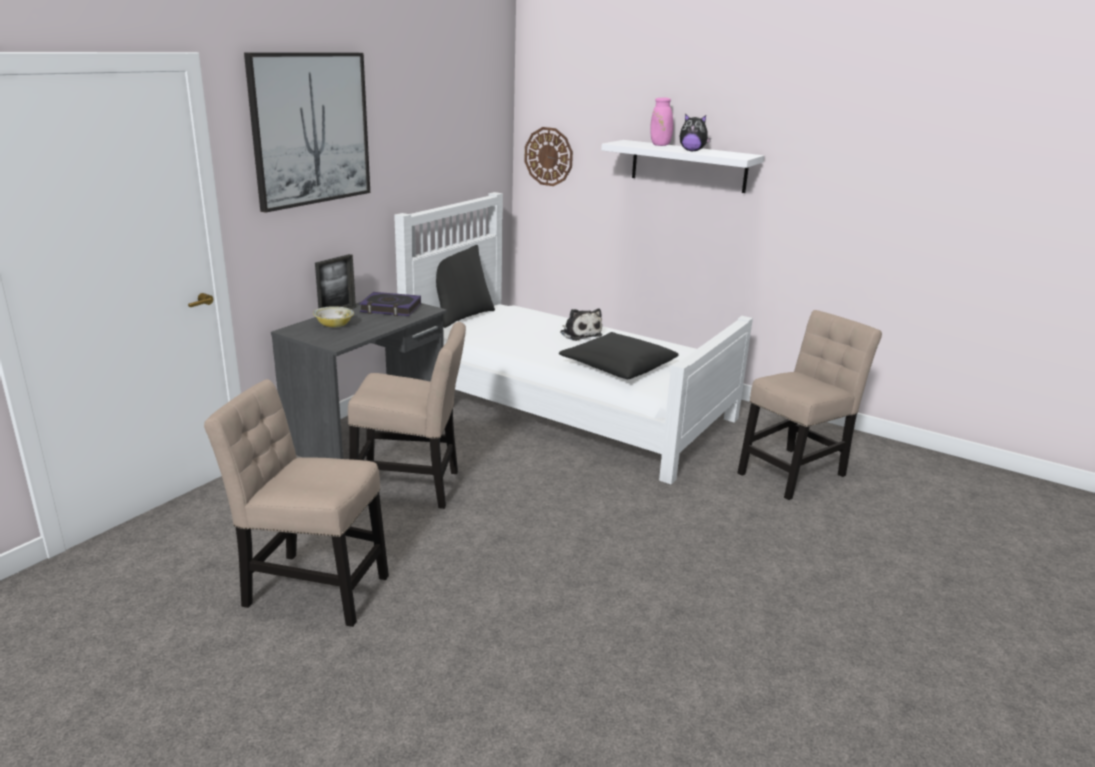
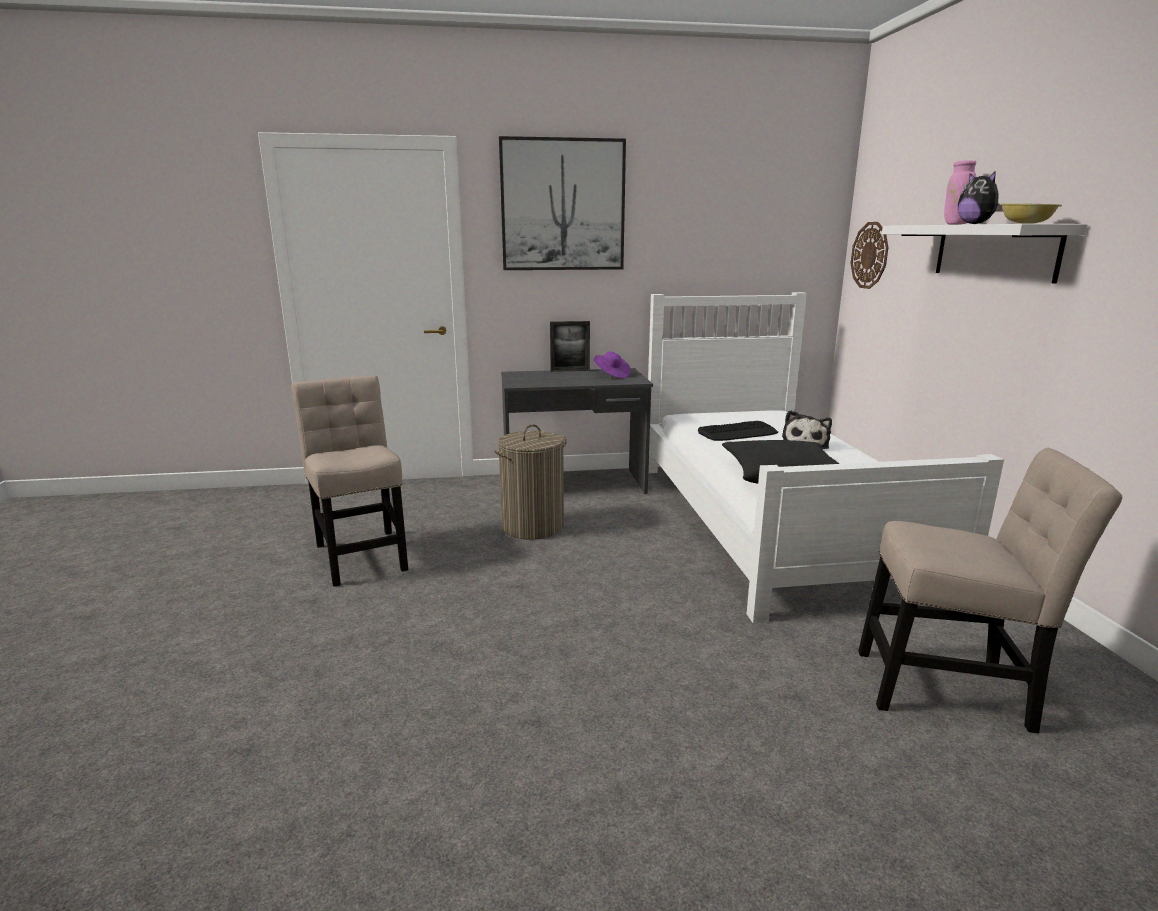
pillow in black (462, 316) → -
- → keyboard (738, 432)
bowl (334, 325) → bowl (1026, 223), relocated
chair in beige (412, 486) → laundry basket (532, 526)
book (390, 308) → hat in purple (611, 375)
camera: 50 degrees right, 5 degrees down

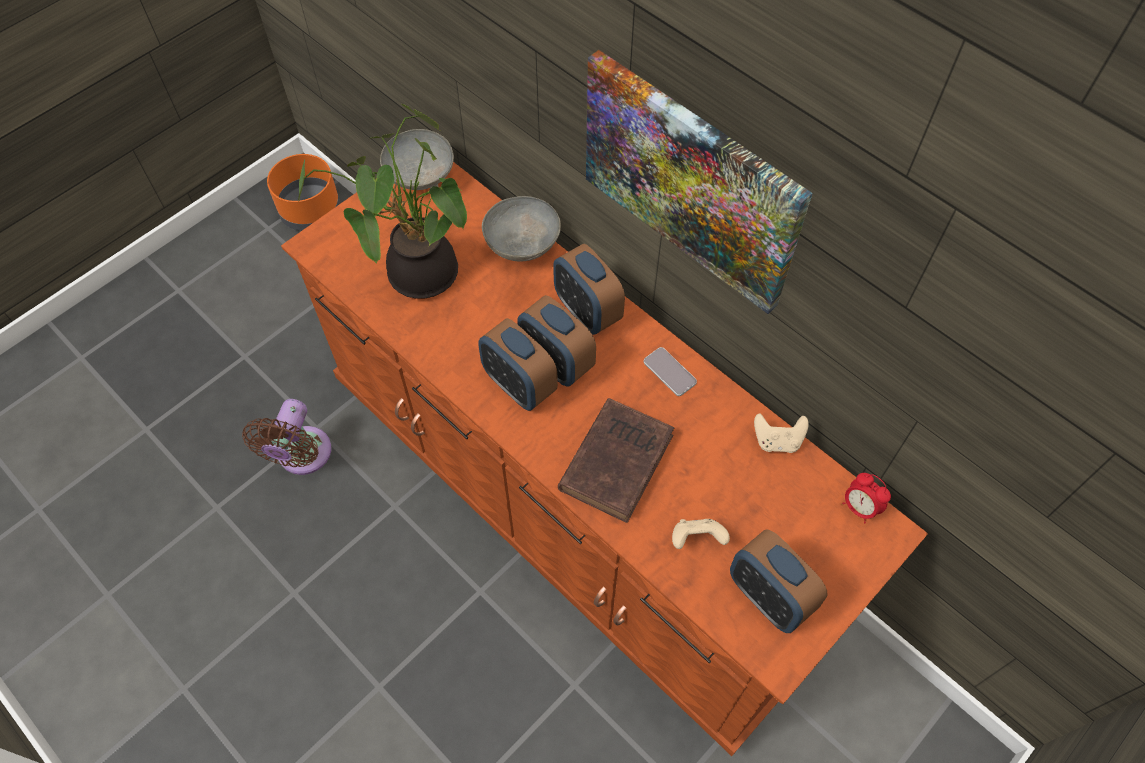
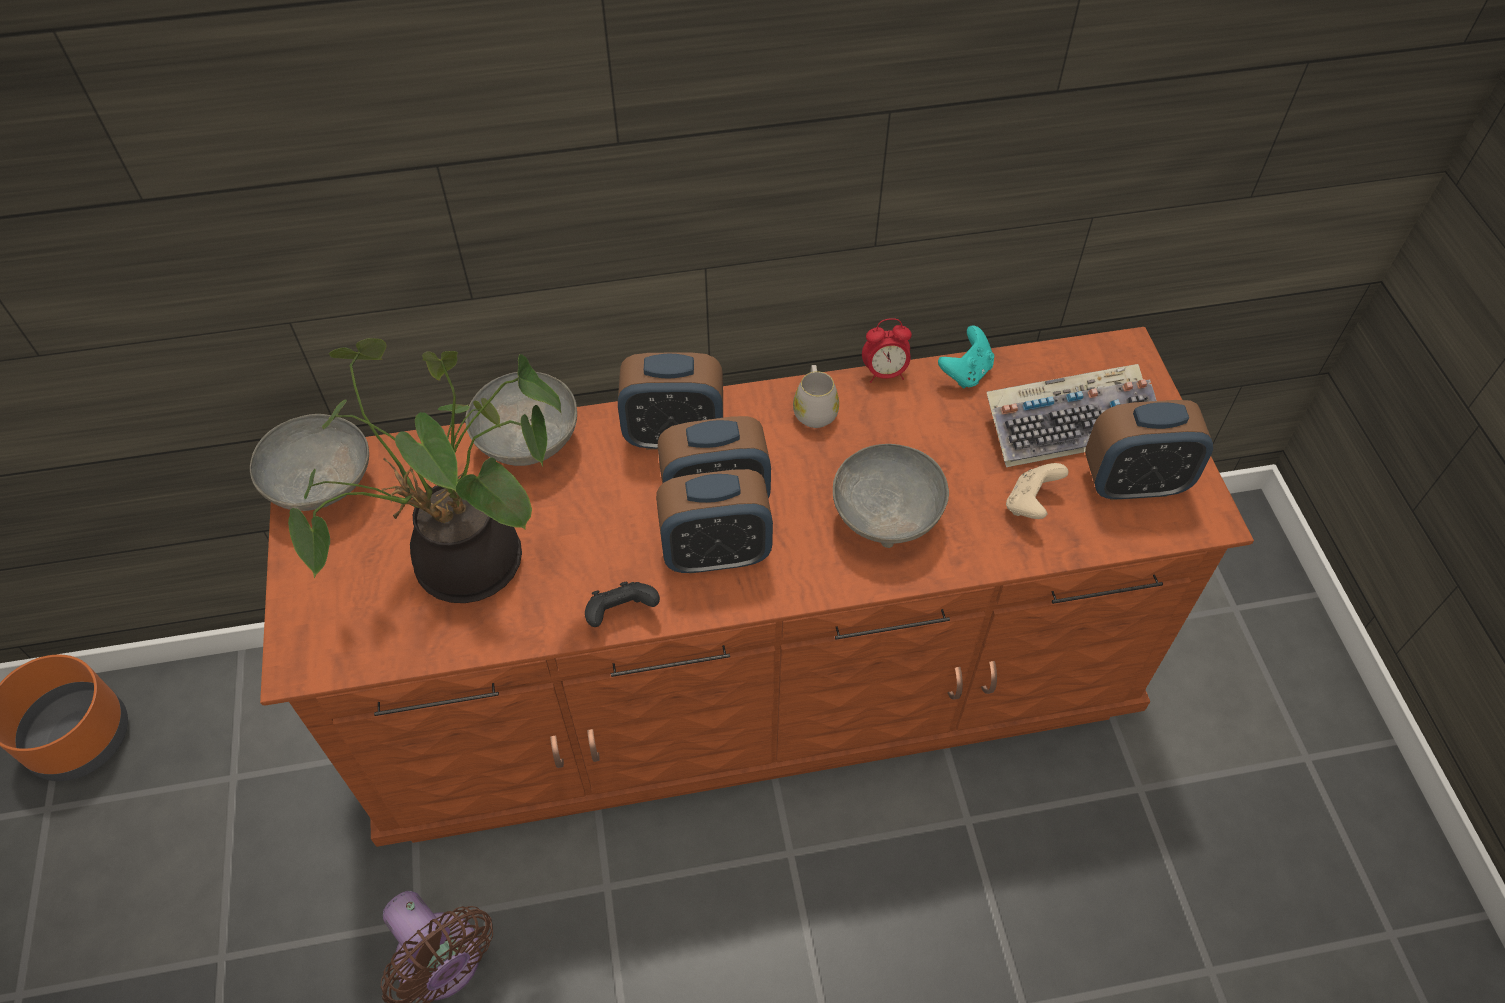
picture (690, 181) → -
- → game controller in black (621, 614)
- → keyboard (1071, 423)
alarm clock (859, 508) → alarm clock (884, 373), relocated
book in brown (618, 460) → bowl in grey (886, 516)
phone (669, 372) → mug in white (814, 409)
game controller in beige (777, 441) → game controller in turquoise (966, 373)
camera: 55 degrees left, 5 degrees down

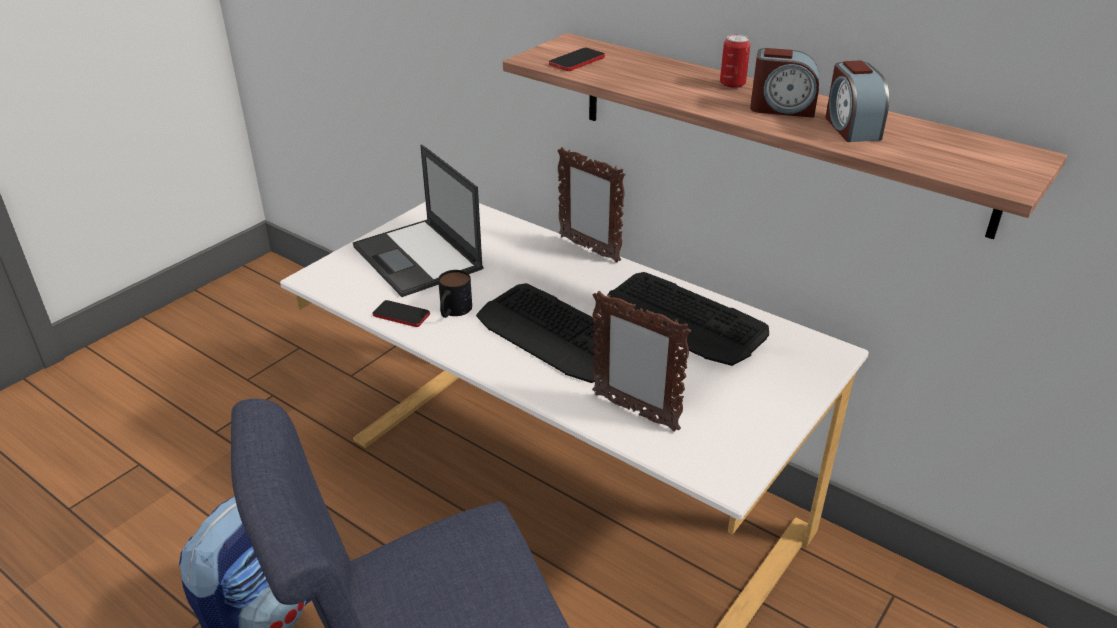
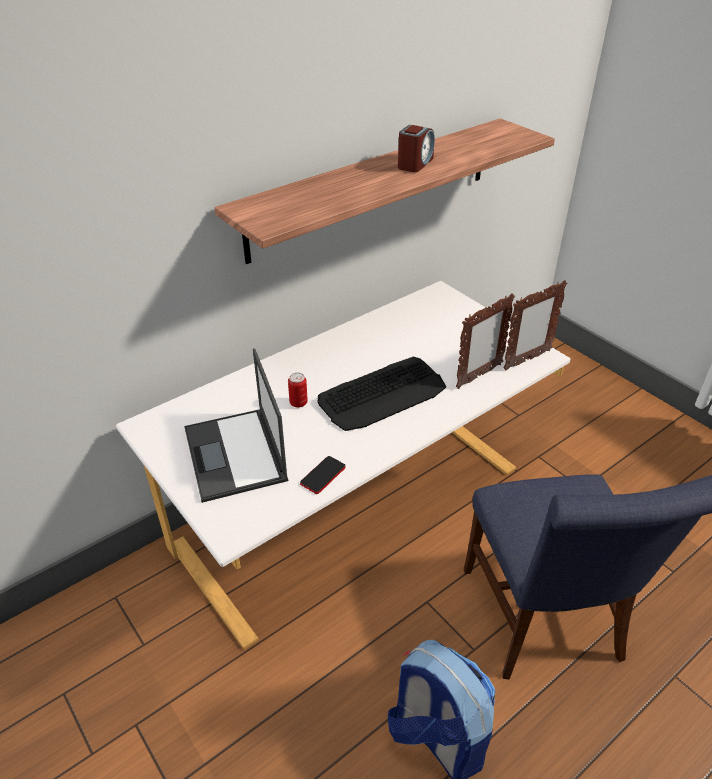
mug (453, 311) → -
phone (577, 61) → -
keyboard (683, 320) → -
alarm clock (851, 127) → -
picture frame (589, 249) → picture frame (527, 360), relocated
can (732, 84) → can (298, 403), relocated
laptop (418, 258) → laptop (235, 455), 90 degrees clockwise
camera: 75 degrees left, 5 degrees up

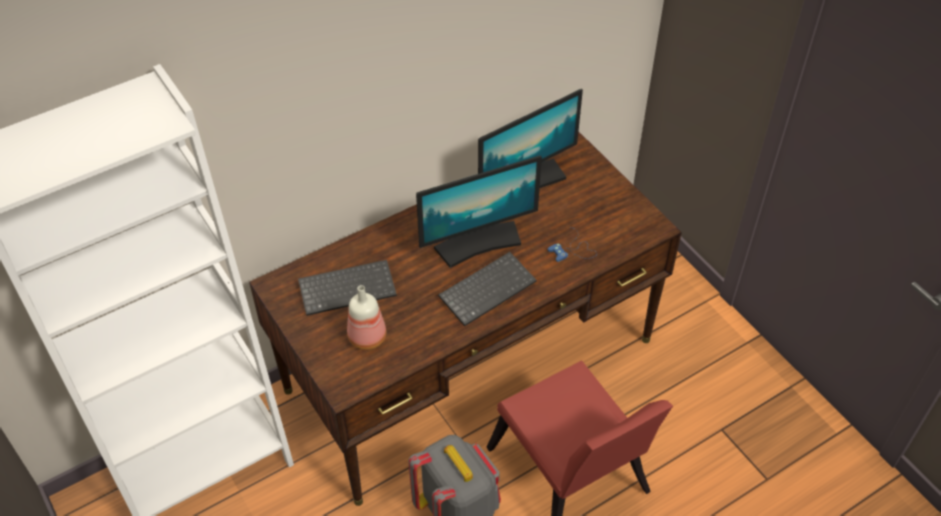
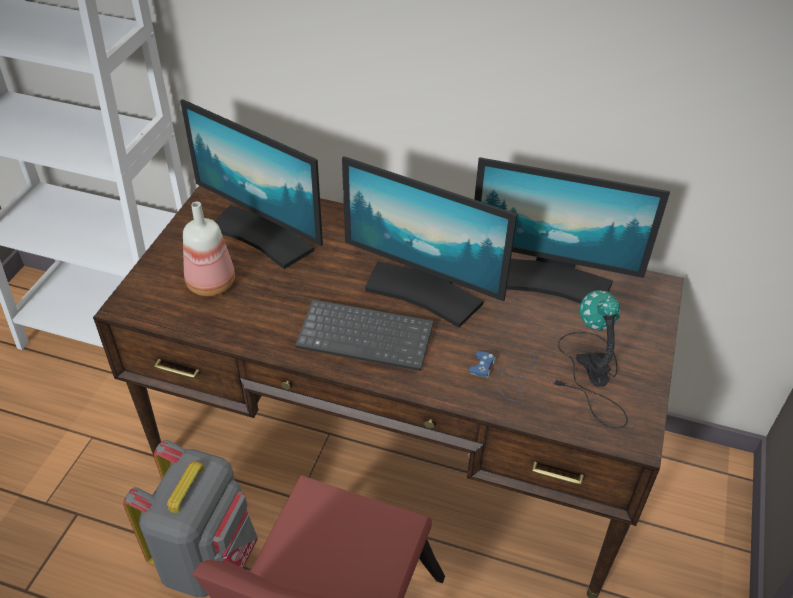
- → table lamp (591, 374)
keyboard (348, 287) → monitor (263, 236)
camera: 50 degrees right, 5 degrees down

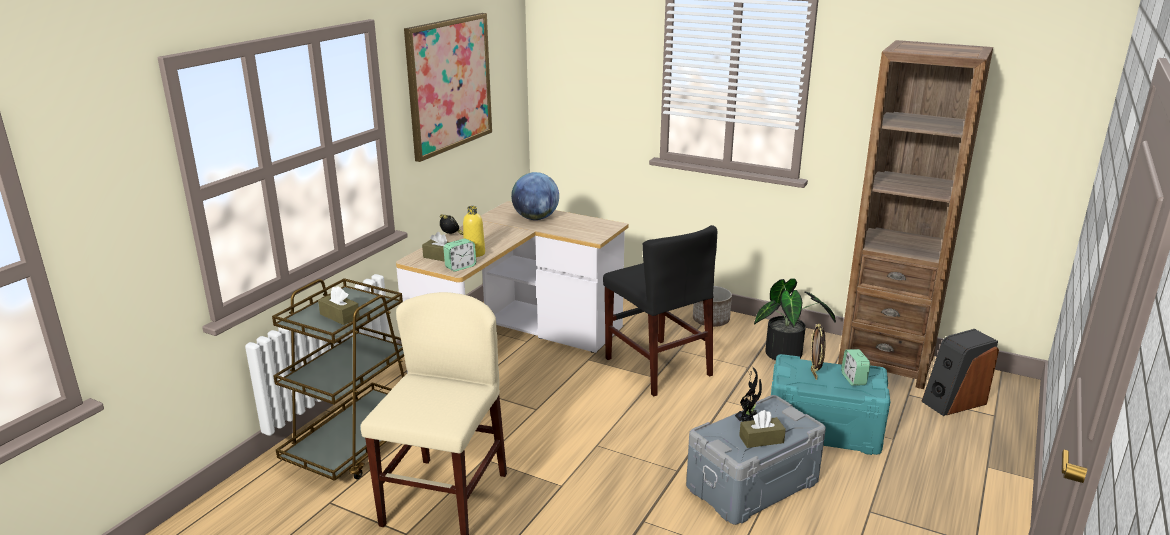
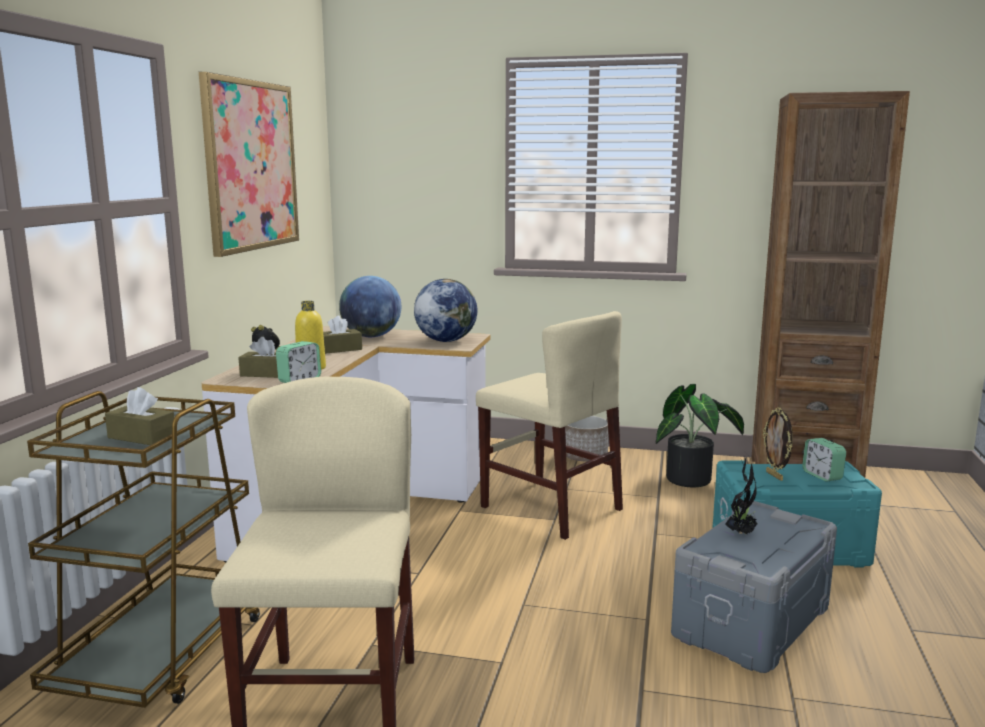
speaker (953, 402) → -
- → globe (445, 341)
tissue box in brown (761, 439) → tissue box in brown (339, 349), relocated
chair in black (657, 366) → chair in beige (550, 508)
camera: 15 degrees left, 10 degrees down

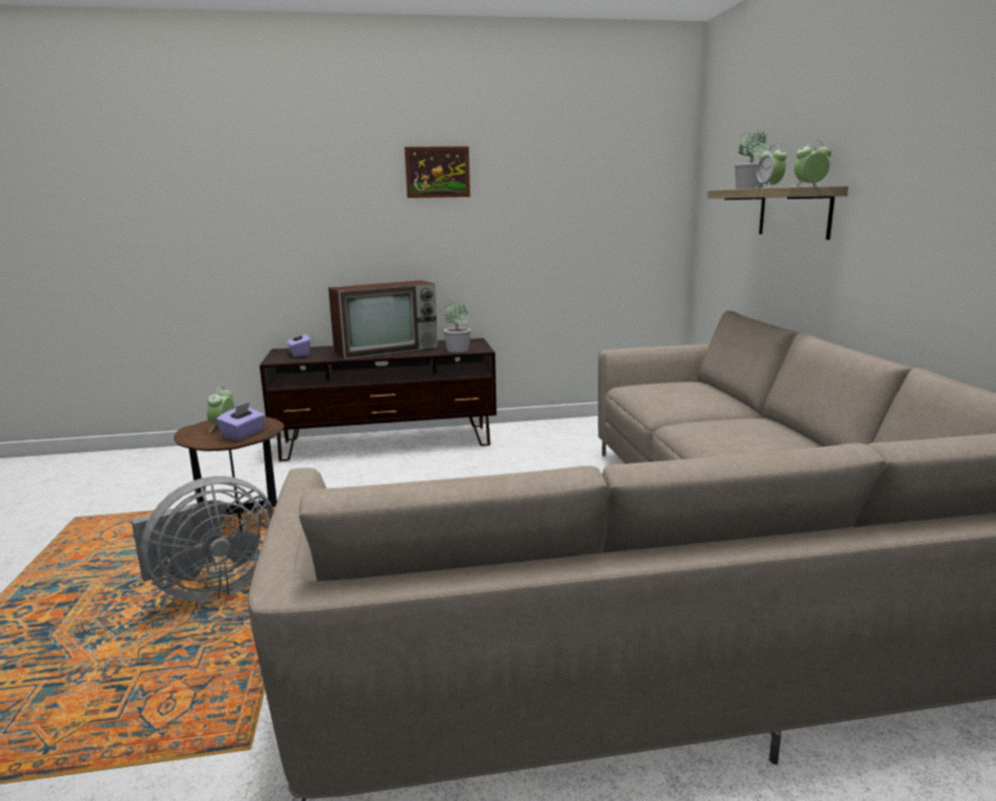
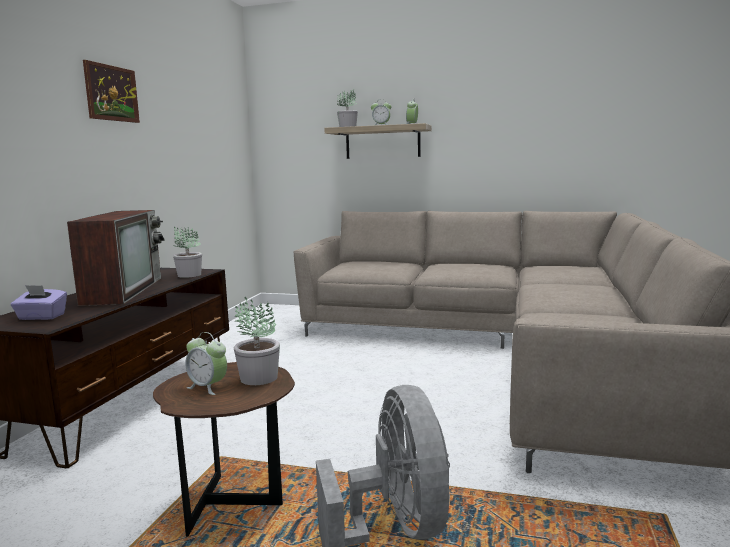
tissue box in purple (243, 434) → potted plant (258, 378)
camera: 65 degrees left, 5 degrees down

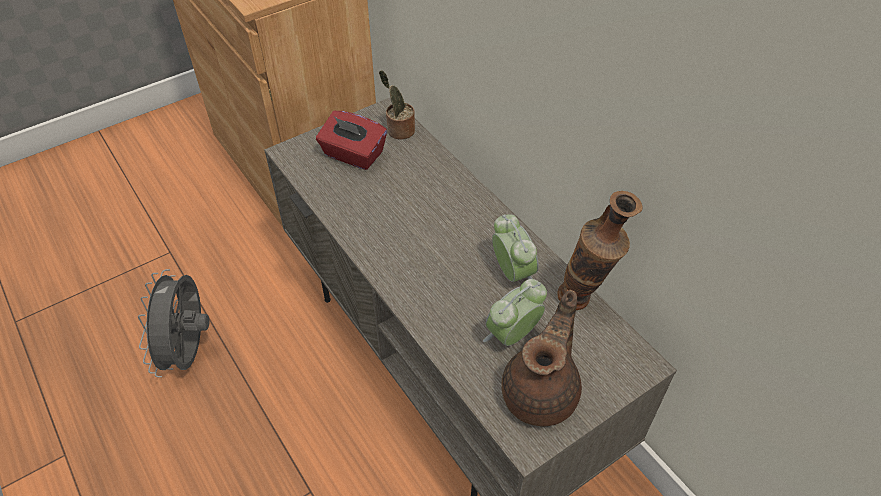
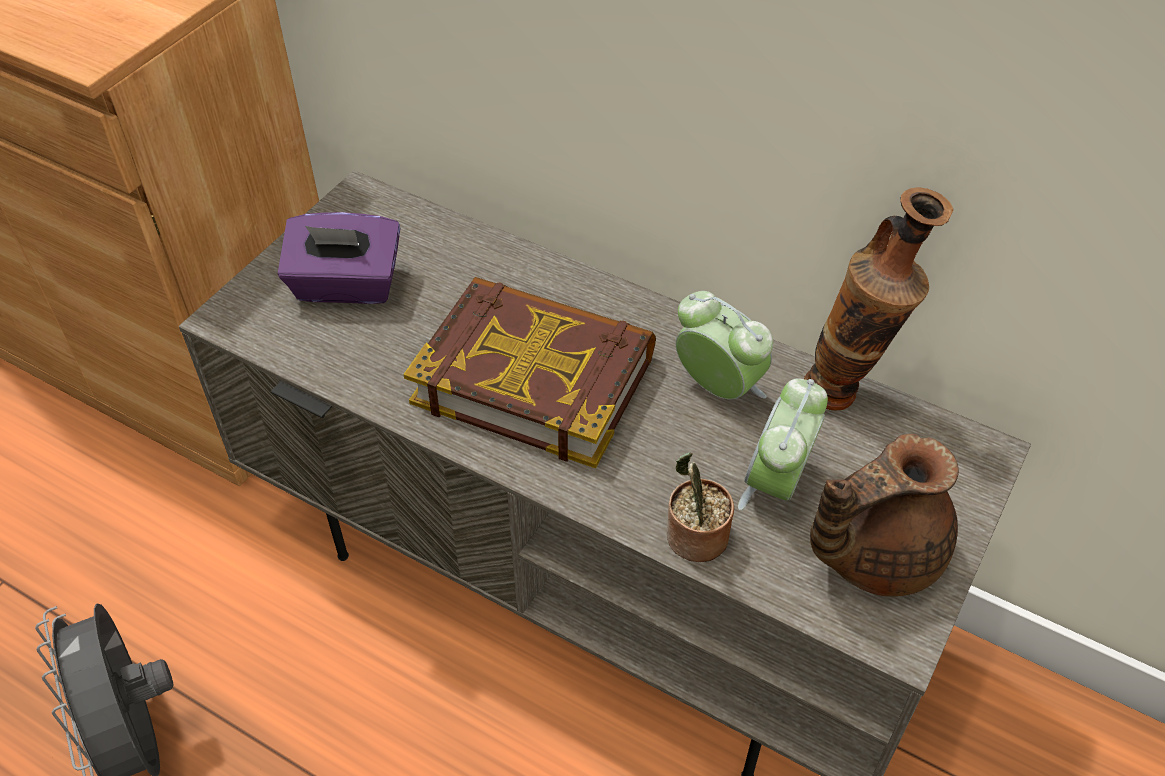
- → book (534, 378)
potted plant (399, 131) → potted plant (694, 539), relocated
tissue box in red (353, 155) → tissue box in purple (346, 286)
teapot in brown (542, 392) → teapot in brown (872, 552), 120 degrees counterclockwise
camera: 25 degrees left, 0 degrees up

